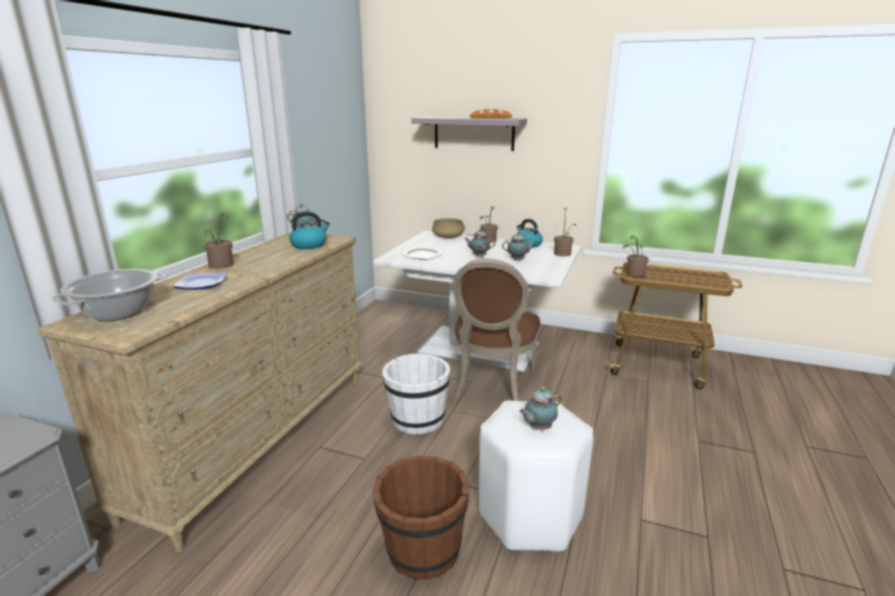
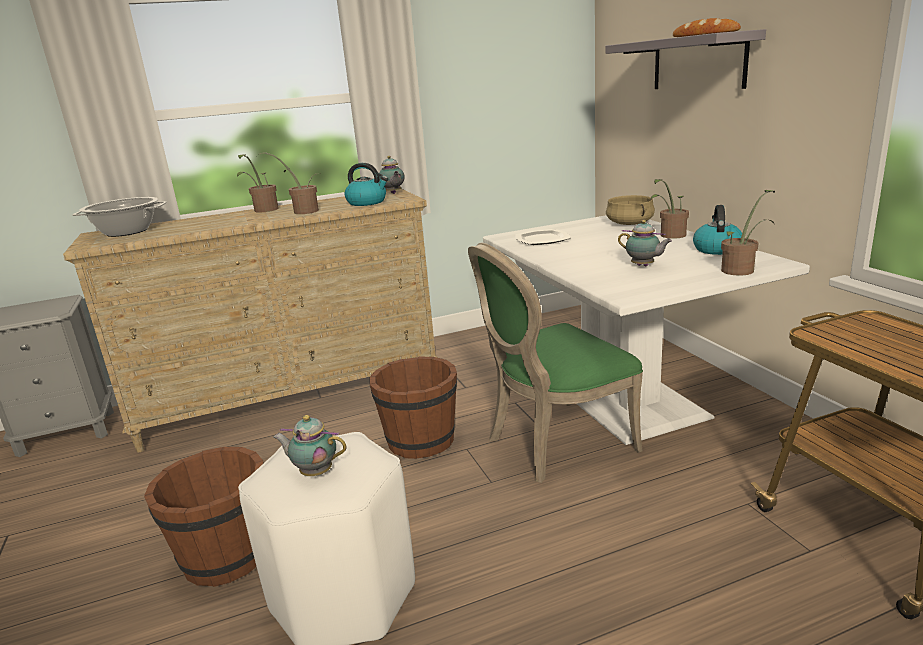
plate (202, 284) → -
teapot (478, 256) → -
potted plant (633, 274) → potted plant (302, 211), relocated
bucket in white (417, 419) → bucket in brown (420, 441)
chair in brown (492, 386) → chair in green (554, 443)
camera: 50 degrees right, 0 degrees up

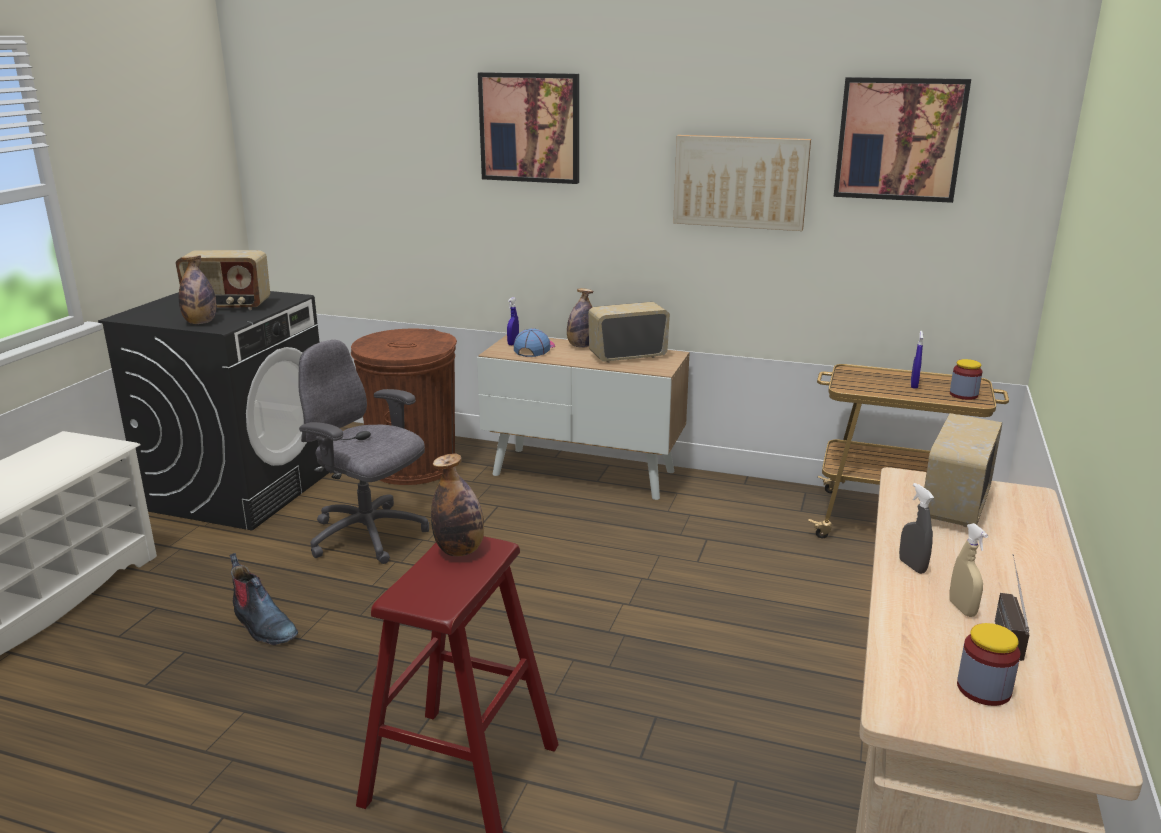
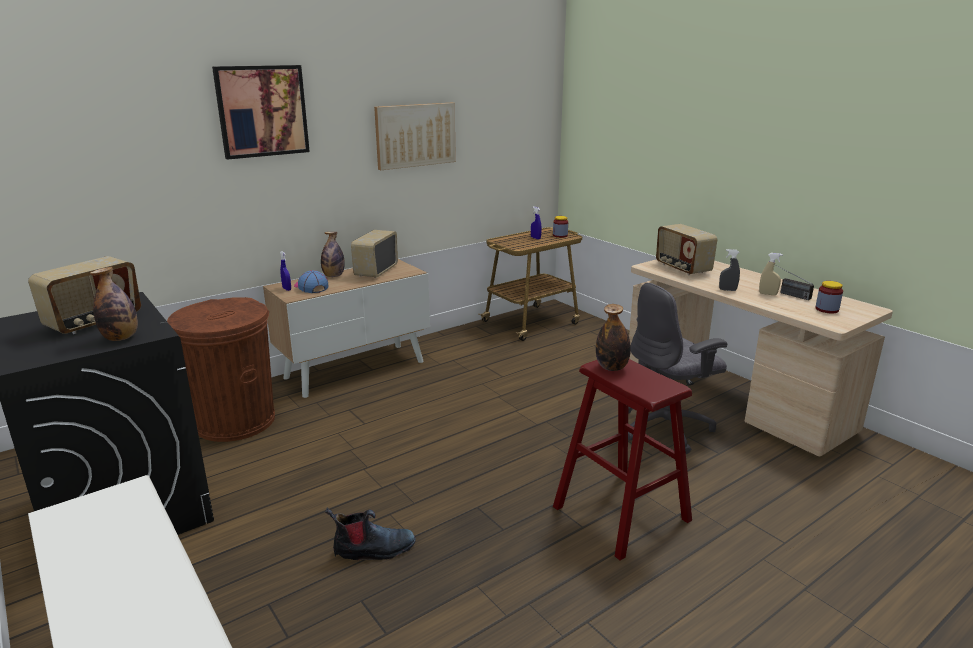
picture (899, 139) → -
office chair in grey (369, 536) → office chair in grey (667, 428), relocated
camera: 55 degrees left, 0 degrees up

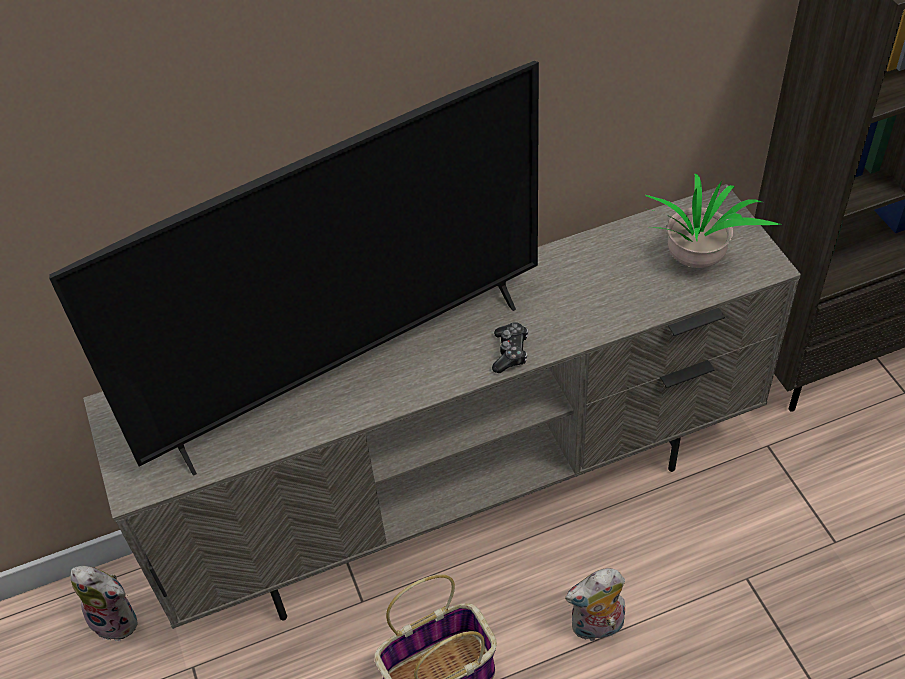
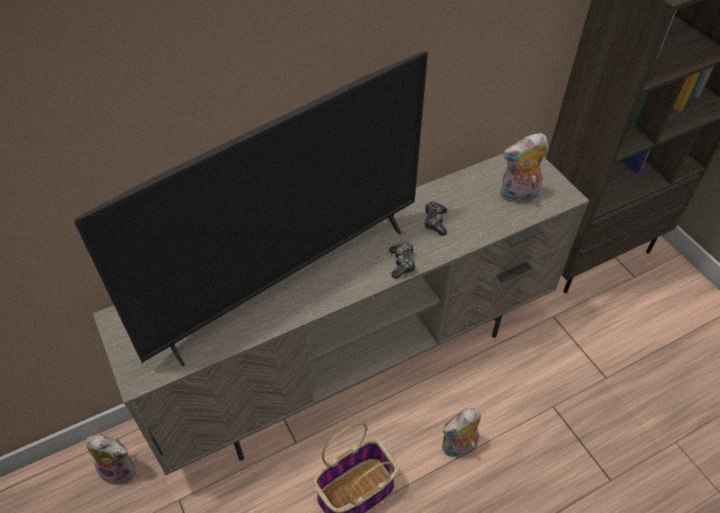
- → game controller (435, 222)
potted plant (695, 263) → plush toy (518, 196)
camera: 10 degrees left, 0 degrees up

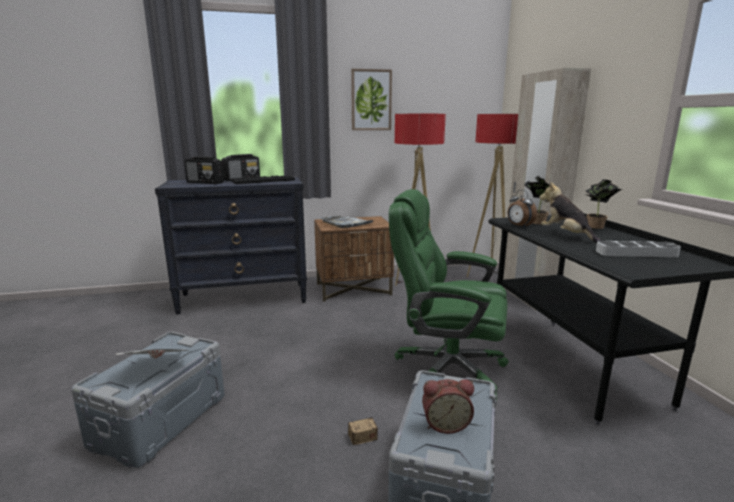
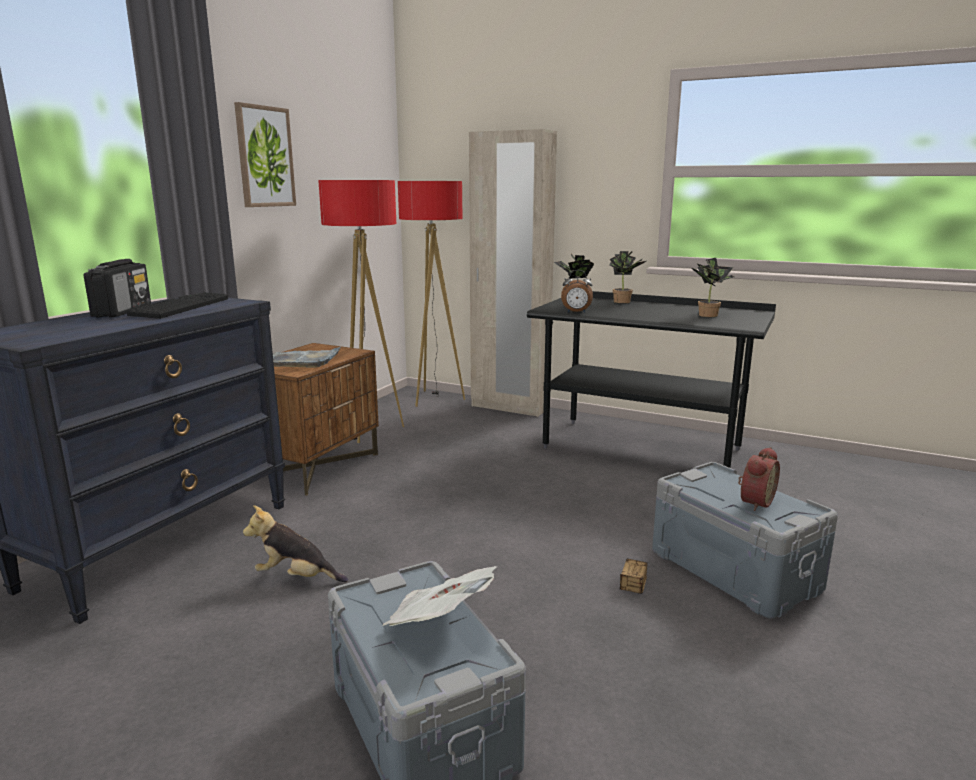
radio (205, 183) → -
office chair in green (447, 370) → -
plush toy (566, 236) → plush toy (296, 577), relocated
tray in grey (636, 253) → potted plant (708, 315)
camera: 50 degrees left, 0 degrees up

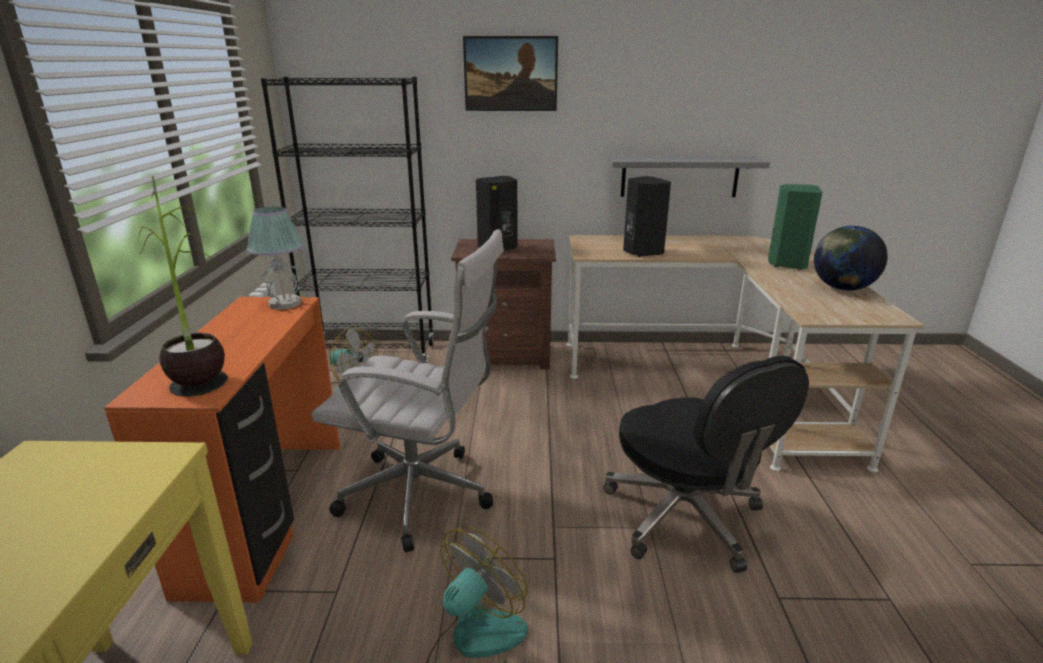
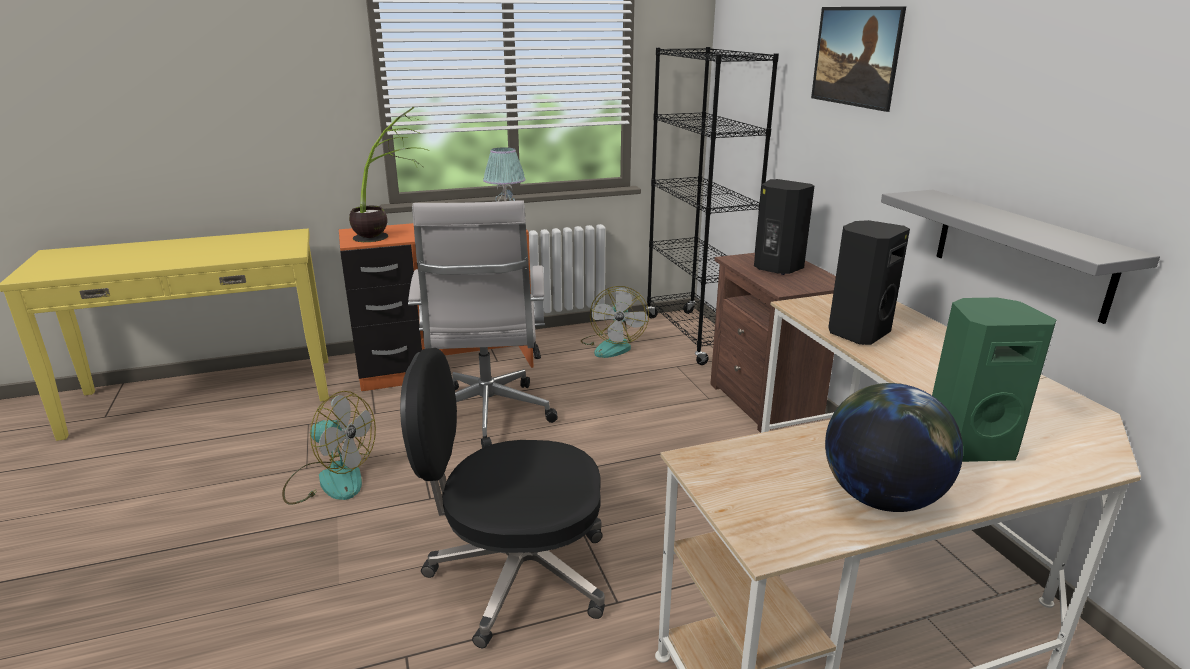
office chair in black (685, 518) → office chair in black (516, 575), 45 degrees clockwise
camera: 70 degrees right, 0 degrees up

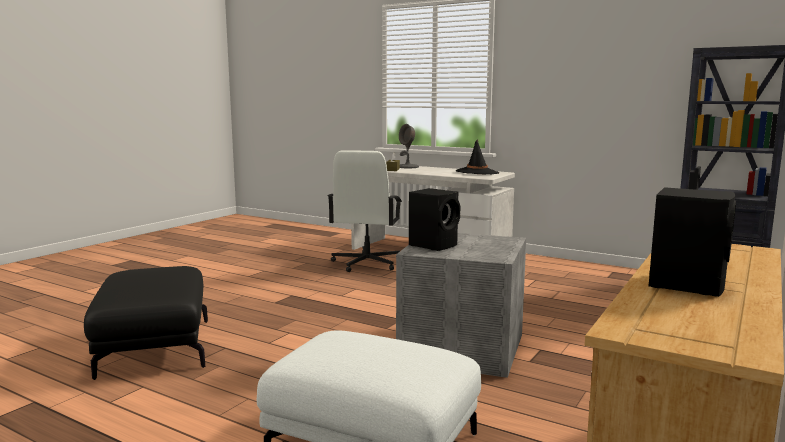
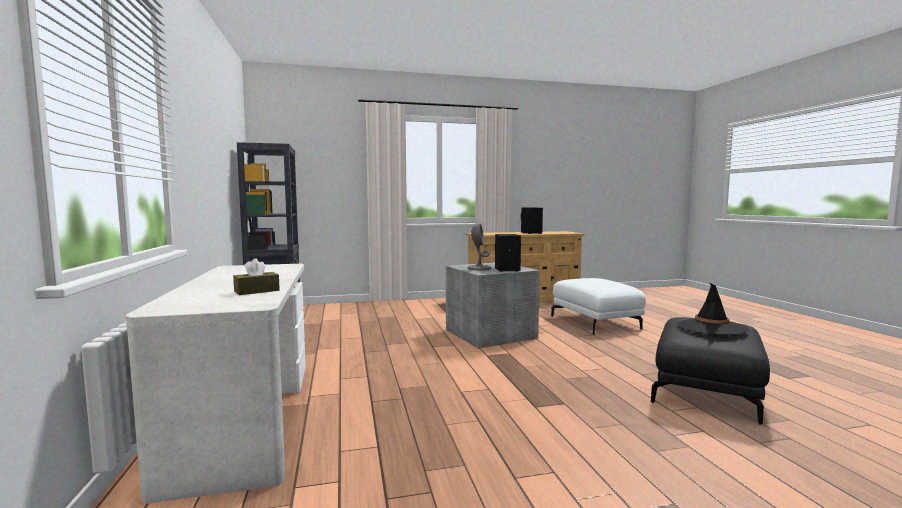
office chair in white (366, 263) → -
table lamp in grey (407, 167) → table lamp in grey (479, 268), relocated
hat in black (477, 172) → hat in black (711, 327), relocated
camera: 135 degrees left, 5 degrees down

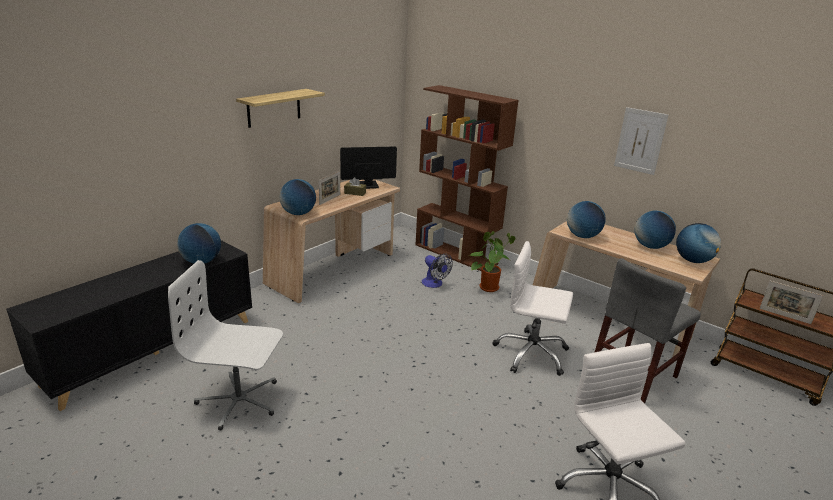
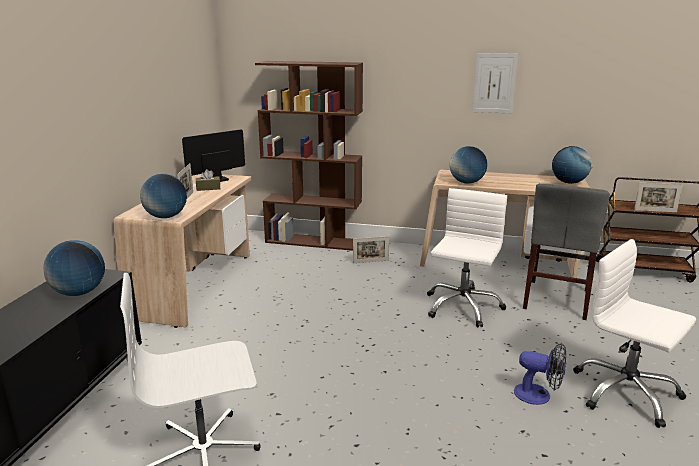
shelf (274, 108) → -
globe (650, 246) → -
fan (434, 284) → fan (539, 395), relocated
potted plant (488, 286) → picture frame (370, 261)
office chair in white (531, 354) → office chair in white (462, 307), 120 degrees clockwise
camera: 25 degrees left, 5 degrees down

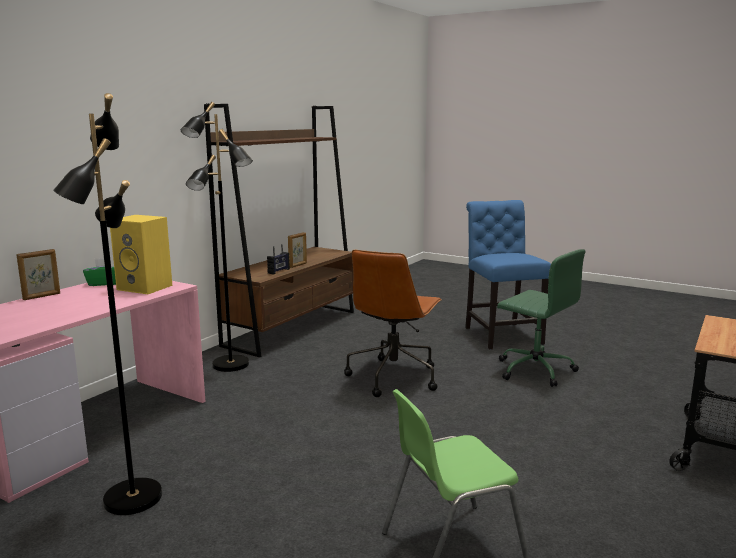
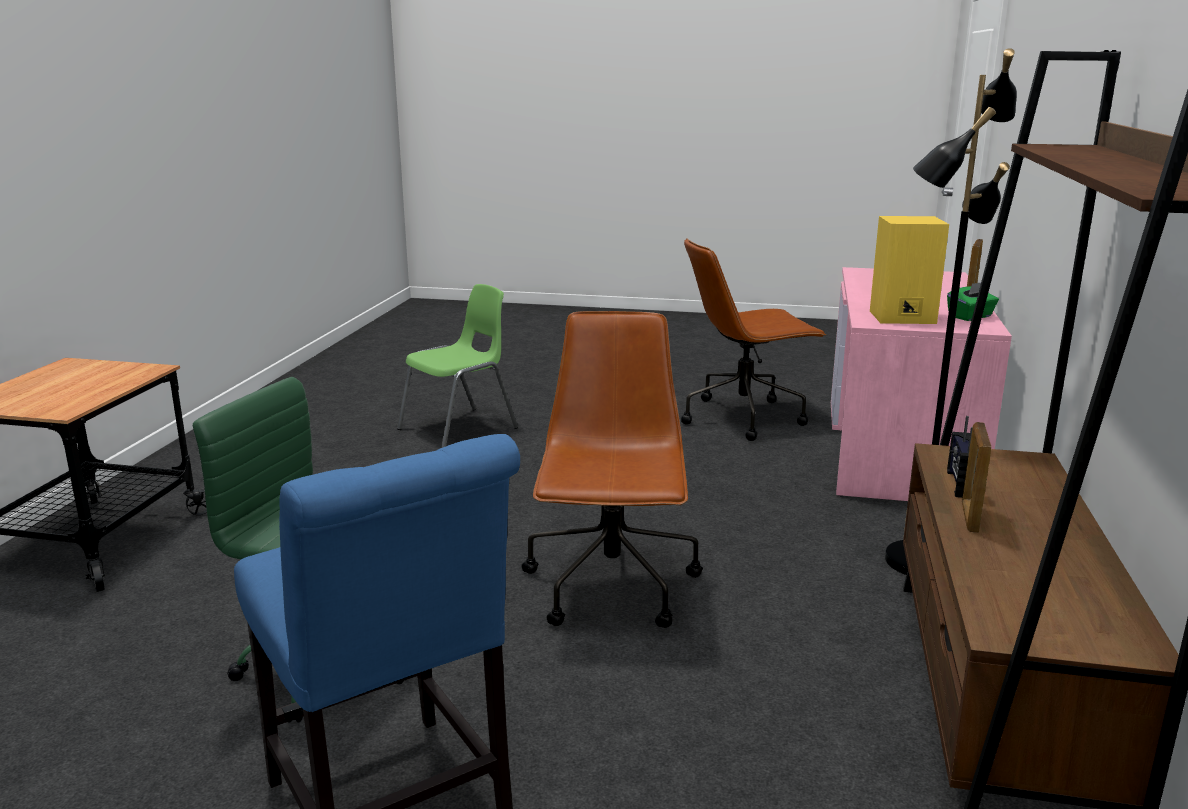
floor lamp in black (131, 498) → office chair in brown (744, 417)
camera: 160 degrees right, 5 degrees up

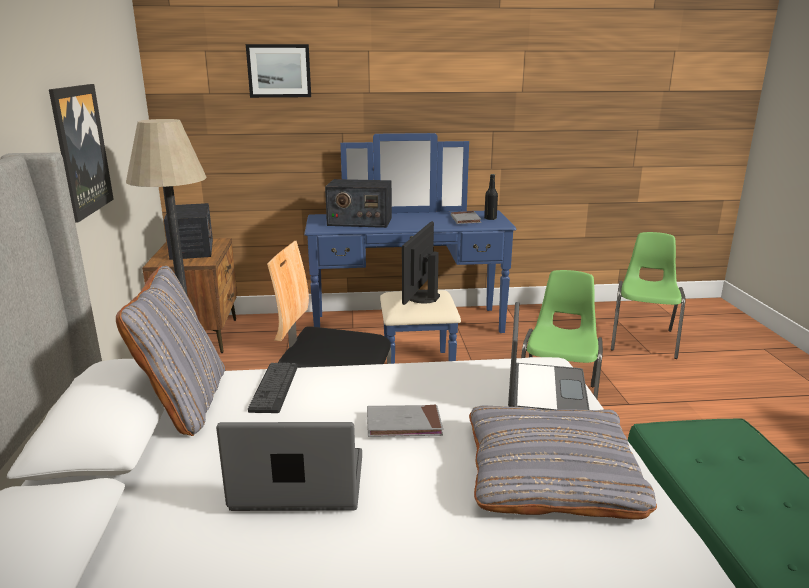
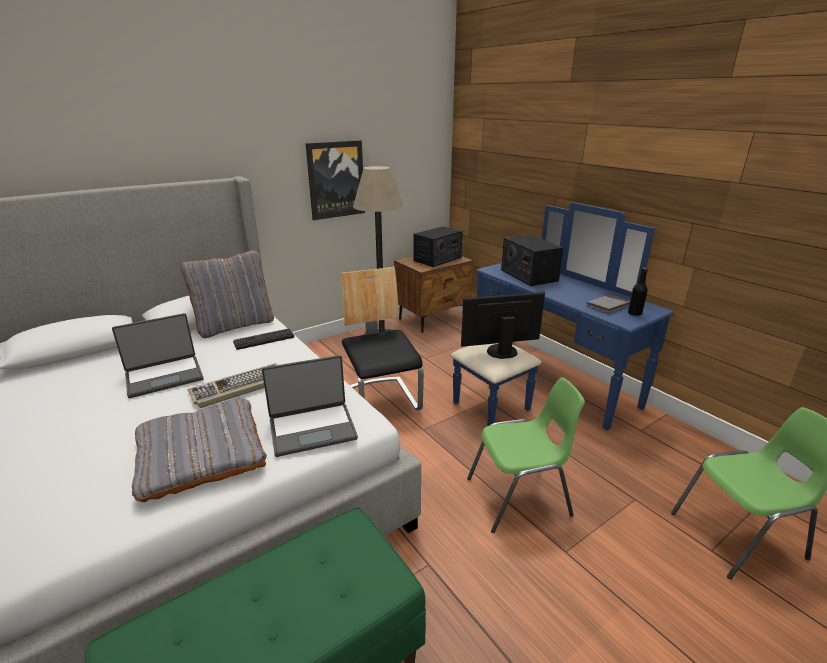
picture (279, 71) → -
book in grey (403, 424) → keyboard (239, 387)
laptop (298, 484) → laptop (164, 376), 90 degrees clockwise
camera: 60 degrees right, 5 degrees up

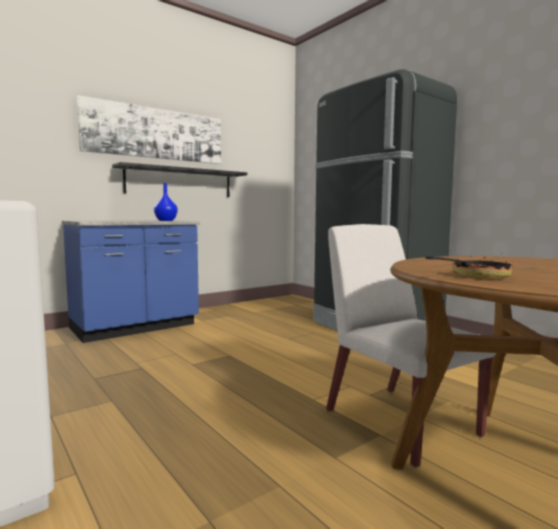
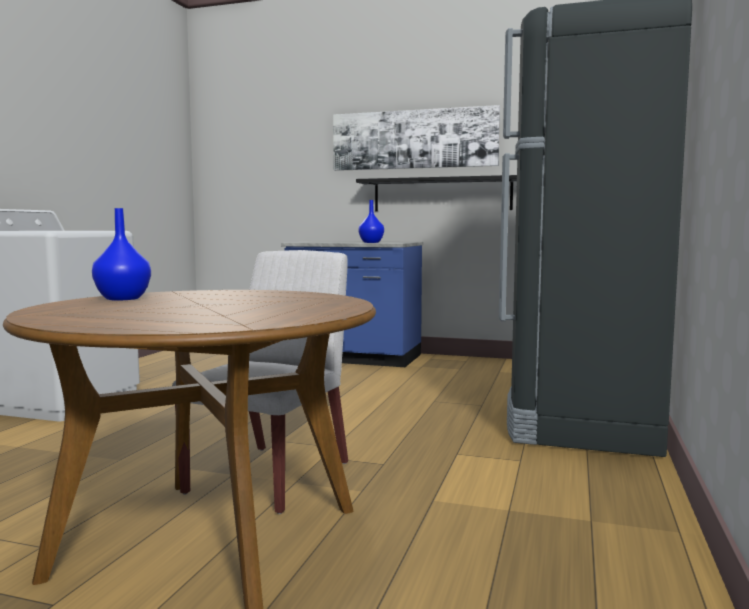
frying pan (474, 276) → vase in blue (123, 298)
camera: 55 degrees right, 0 degrees up

